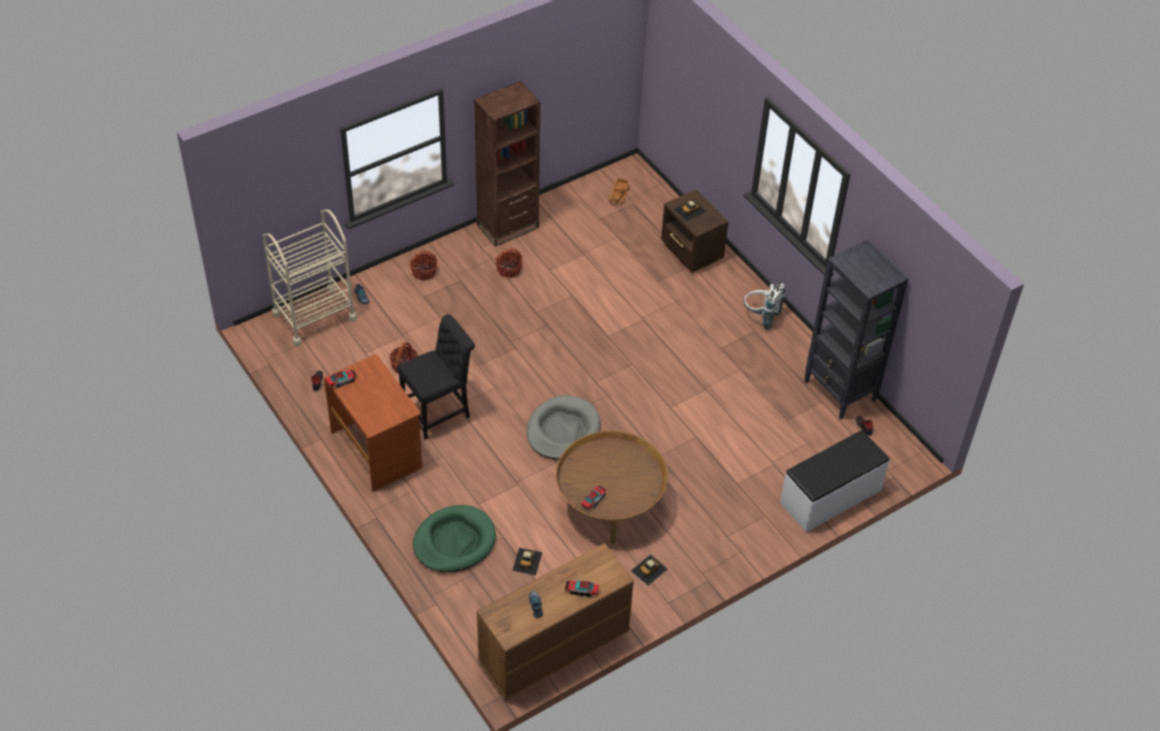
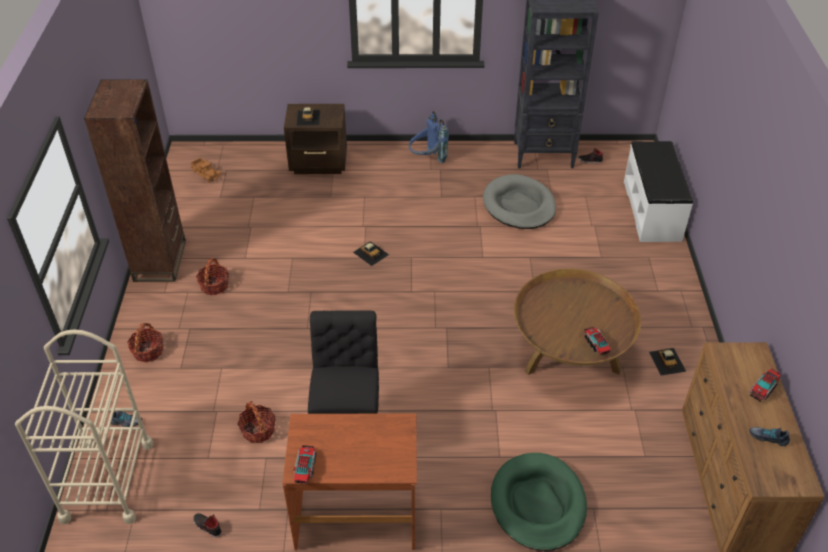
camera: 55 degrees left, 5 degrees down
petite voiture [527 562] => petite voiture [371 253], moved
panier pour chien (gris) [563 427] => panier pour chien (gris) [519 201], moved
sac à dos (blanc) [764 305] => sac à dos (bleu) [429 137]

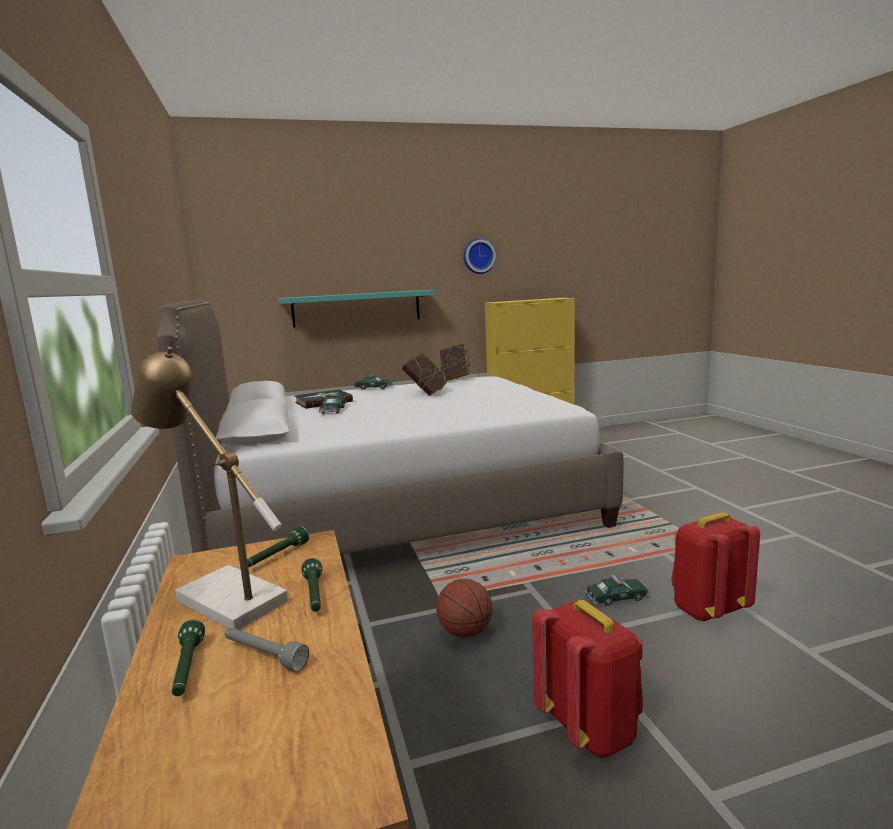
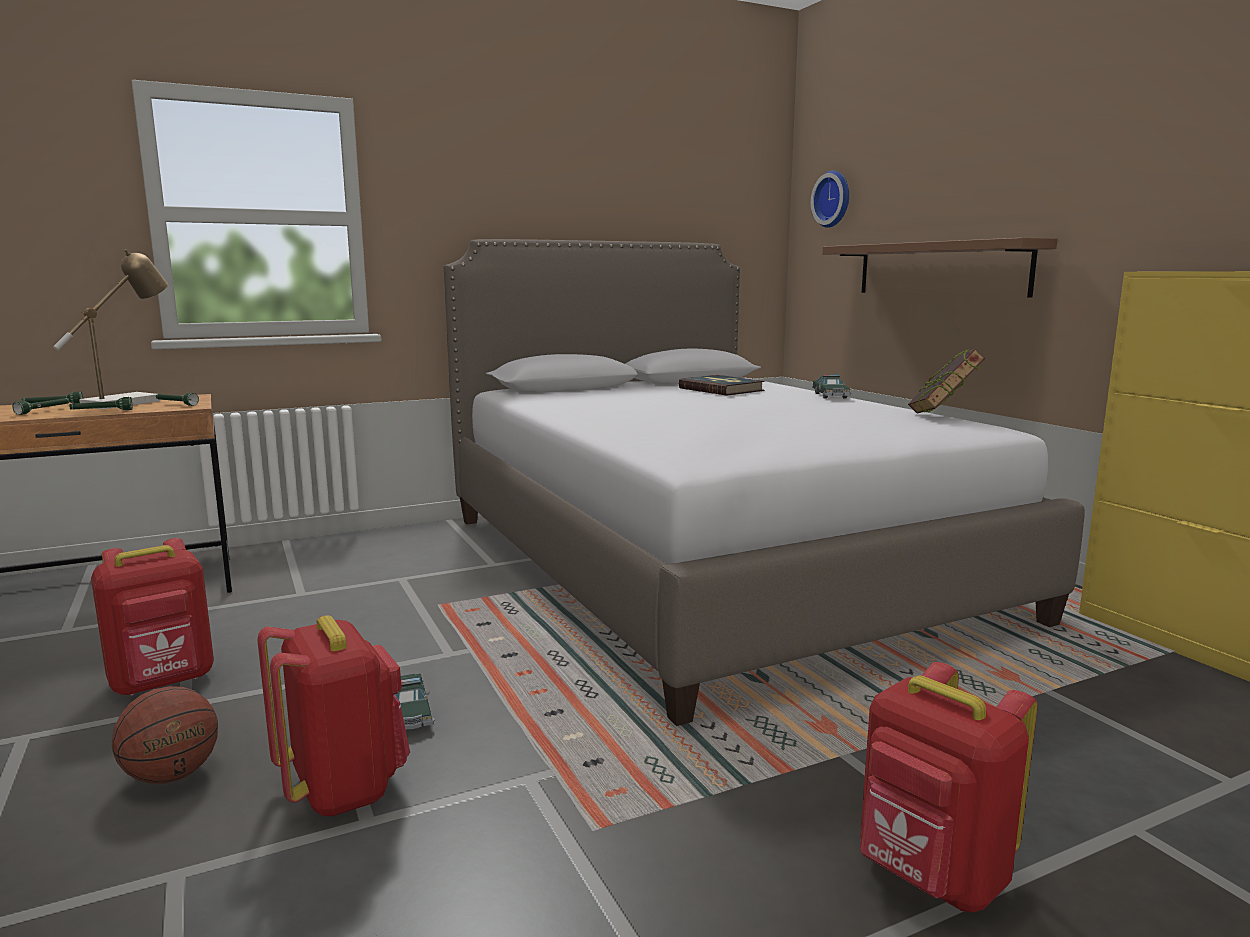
camera: 80 degrees right, 0 degrees up
lampe de poche (gris) [267 650] => lampe de poche (vert) [41 406]
étagère (turquoise) [356 309] => étagère (marron) [939 268]
petite voiture [332 404] => nothing
livre [425 374] => nothing
ballon de basket [465 608] => ballon de basket [165 735], moved
horloge murale [479 256] => horloge murale [830 199], moved
nothing => sac à dos (rouge) [949 787]

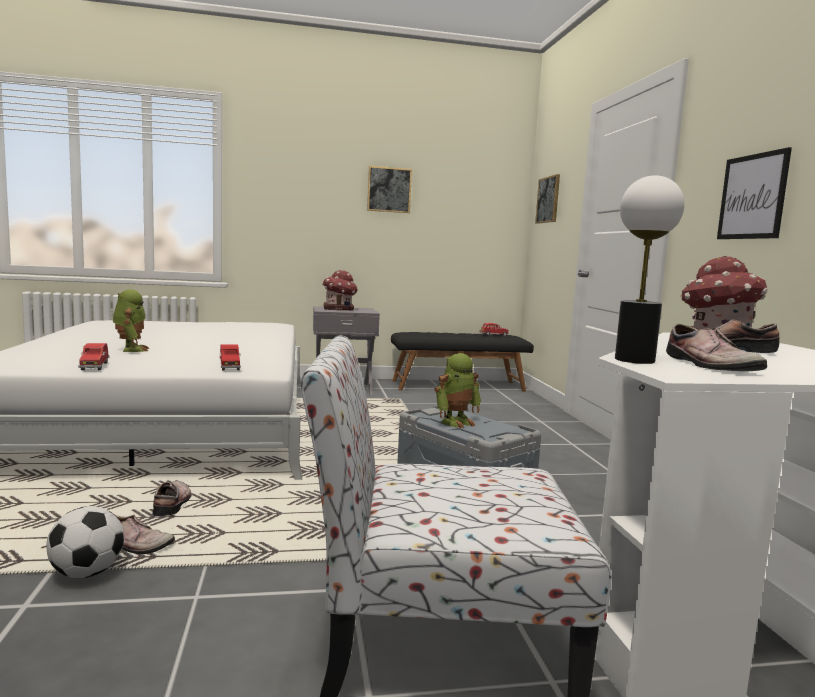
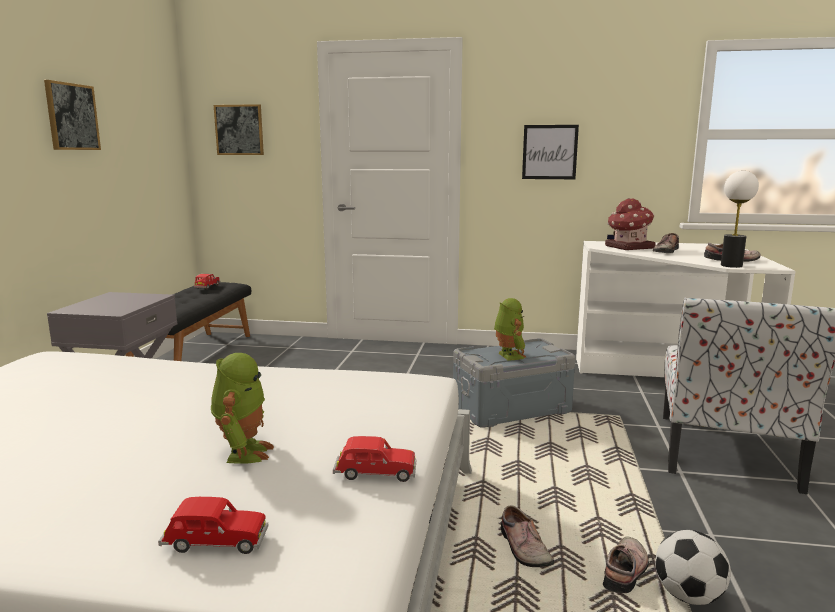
camera: 70 degrees left, 5 degrees up
robot jouet [131 320] => robot jouet [242 408], 90 degrees clockwise
chaussure [171 498] => chaussure [527 536], 120 degrees counterclockwise
petite voiture (rouge) [230 357] => petite voiture (rouge) [213 525], moved
maison miniature [340 290] => nothing

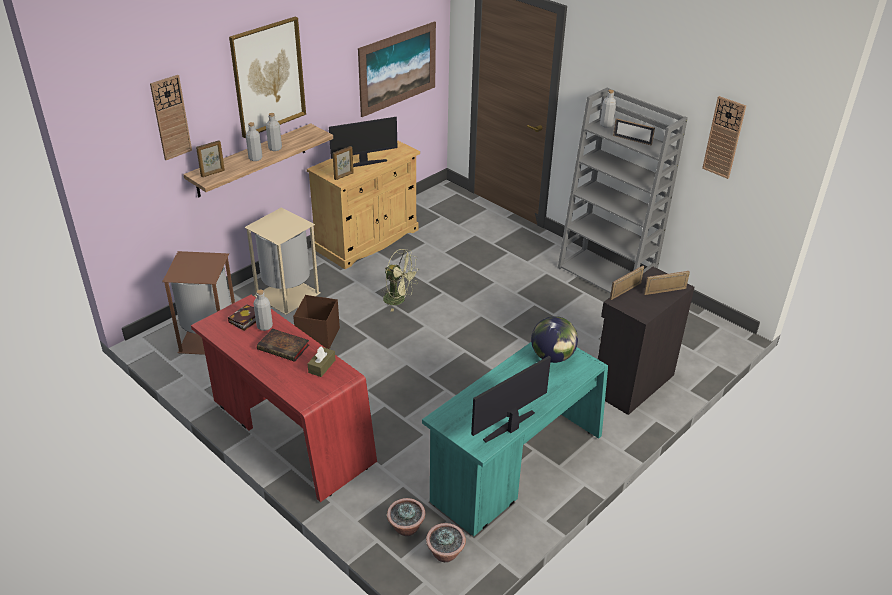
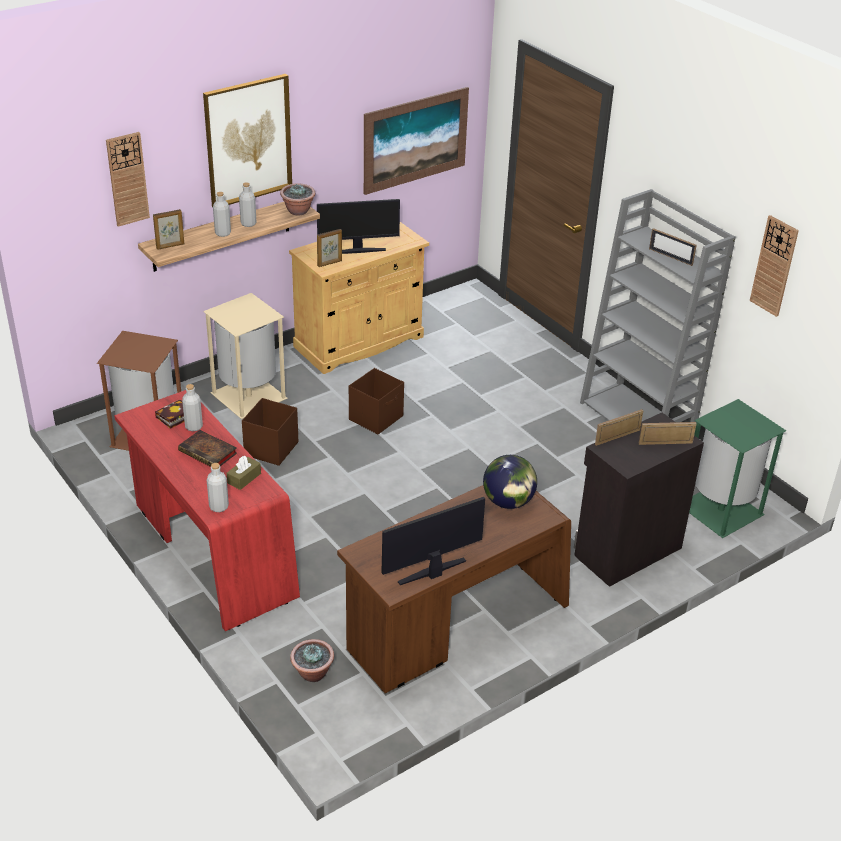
camera: 10 degrees right, 0 degrees up
ventilateur (vert) [400 280] => boîte de rangement (marron) [376 401]
bureau (turquoise) [515 439] => bureau (marron) [454 589]
plante en pot [446 542] => plante en pot [297 199], moved
bouteille (gris) [608 109] => bouteille (gris) [218 487], moved
nothing => poubelle (vert) [737 468]

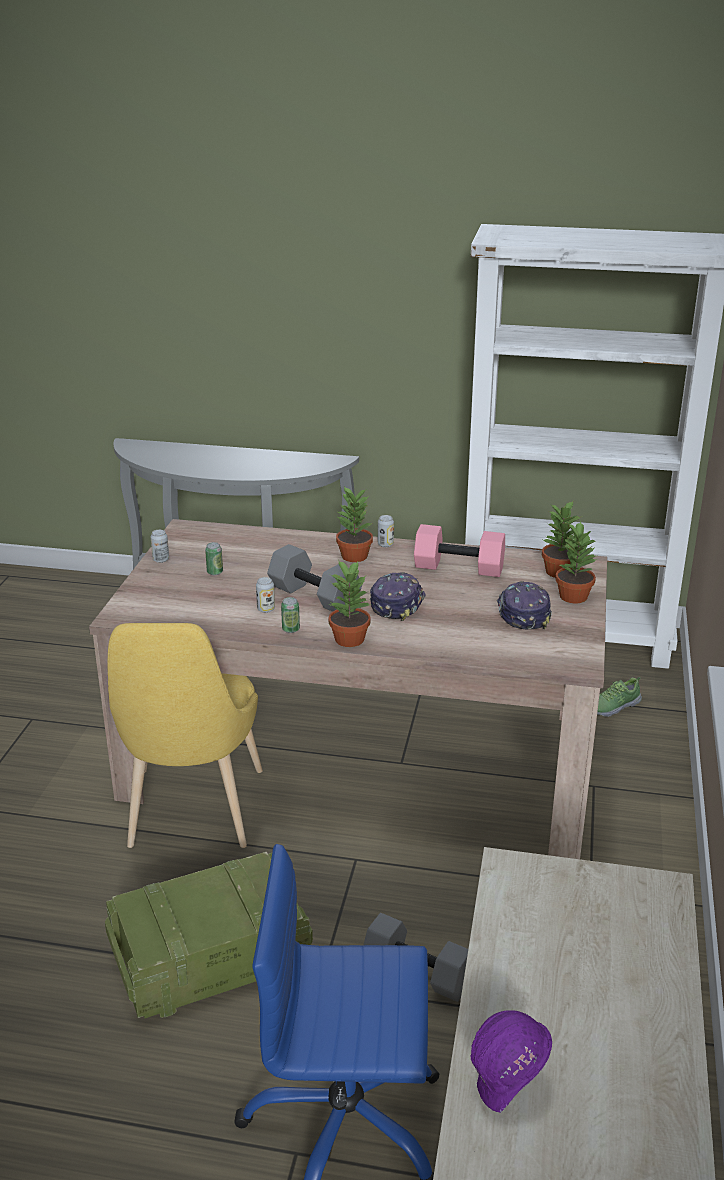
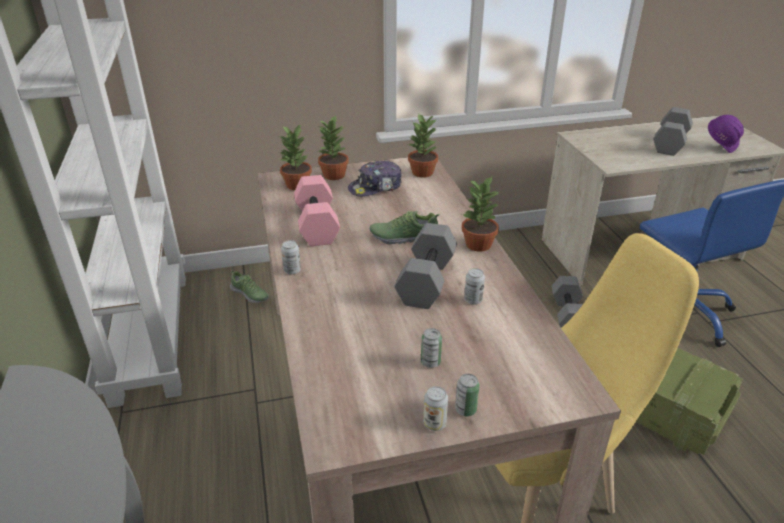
camera: 115 degrees left, 5 degrees up
boîte métallique [290 615] => boîte métallique [467 395], moved
plante en pot [354 524] => plante en pot [423 145], moved
casquette [398 596] => chaussure [404 228]
nothing => haltère (gris) [673 131]

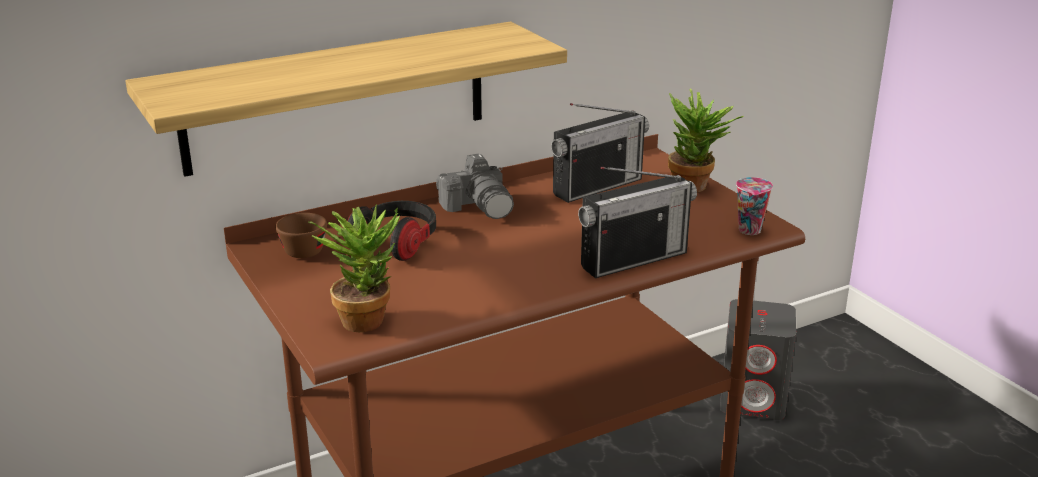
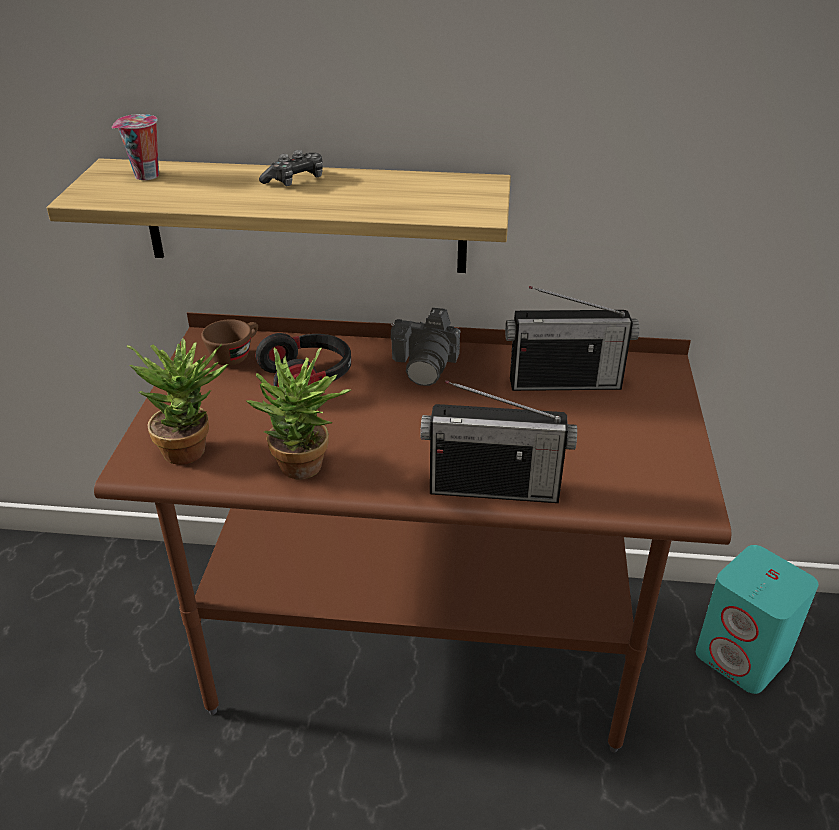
camera: 35 degrees right, 10 degrees up
plante en pot [706 140] => plante en pot [299 413], moved
enceinte (gris) [758 359] => enceinte (turquoise) [757 619]
tasse [754 206] => tasse [135 147], moved
nothing => manette [291 168]

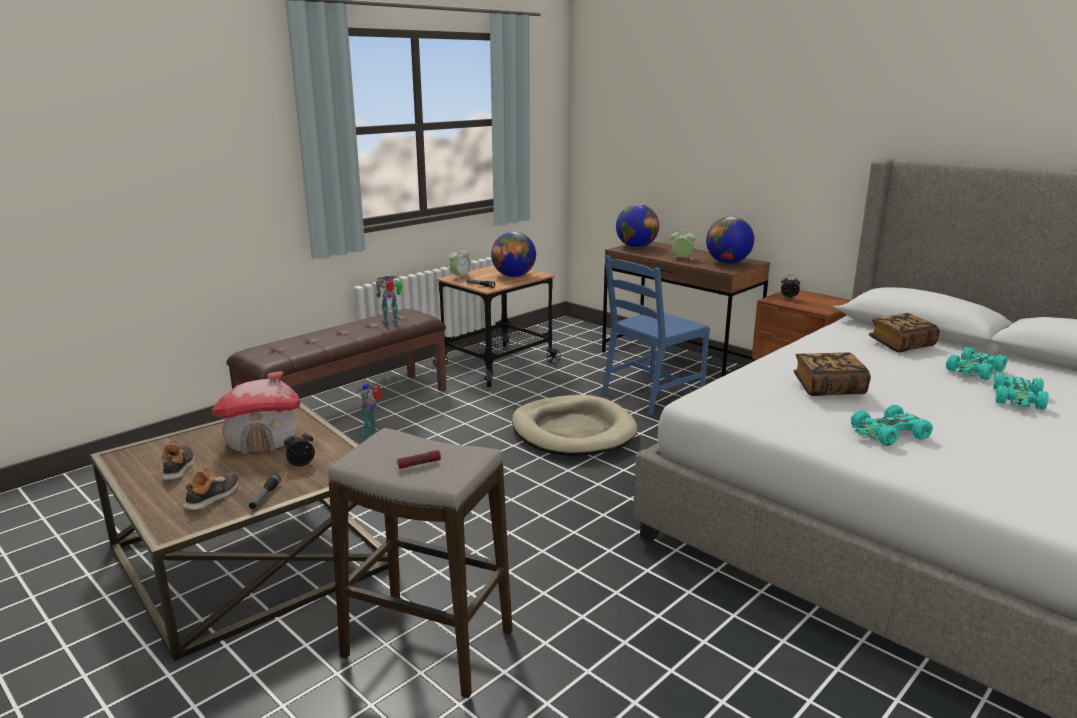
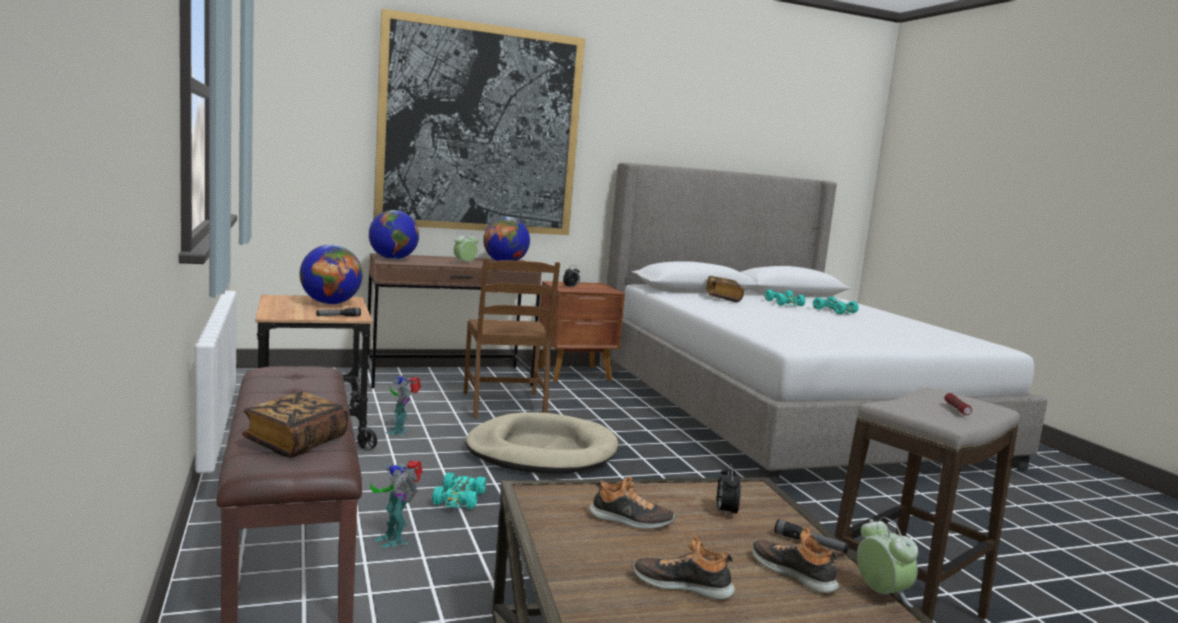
camera: 65 degrees left, 10 degrees down
maison miniature [255 412] => chaussure [632 503]
robot jouet [389 301] => robot jouet [403 405], moved
réveil [460 264] => réveil [887 562], moved
chaise (bleu) [656 335] => chaise (marron) [512 338]
livre [832 374] => livre [295 424], moved
petite voiture (turquoise) [892 425] => petite voiture (turquoise) [459 490], moved
nothing => tableau [479 122]

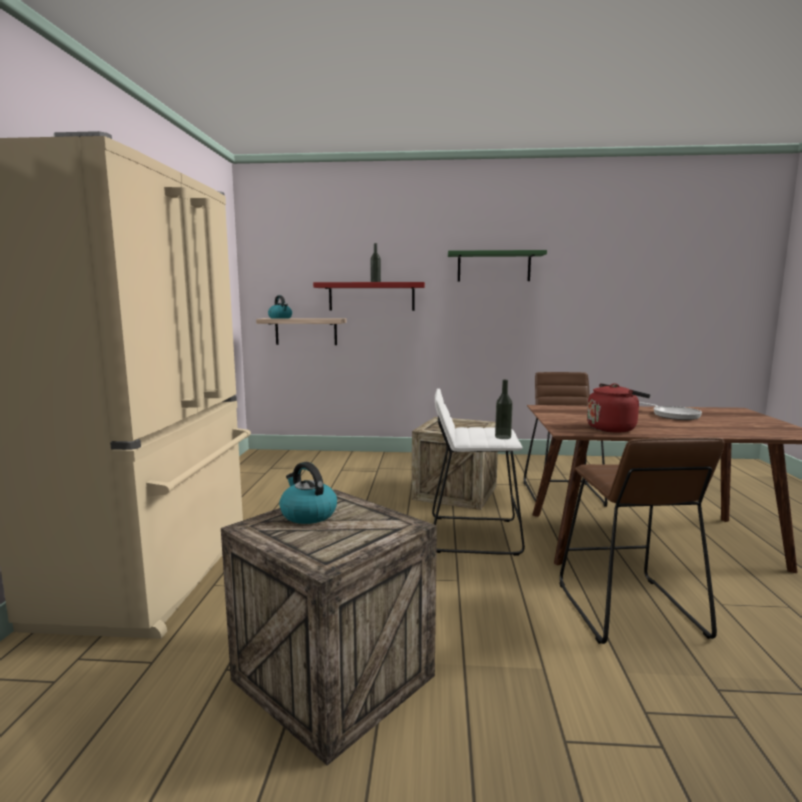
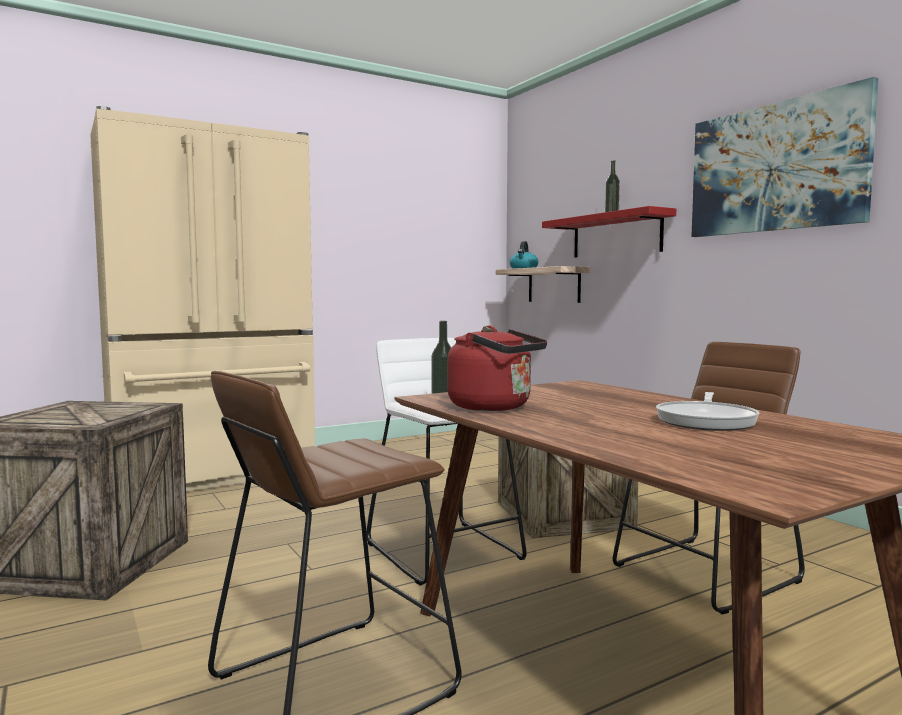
camera: 55 degrees right, 5 degrees down
bouilloire [308 493] => nothing
étagère (vert) [497 265] => tableau [784 157]

